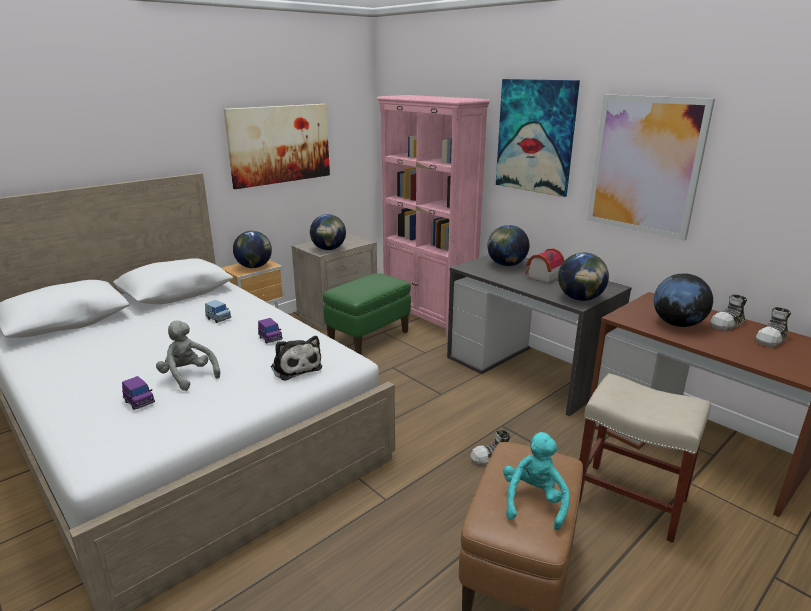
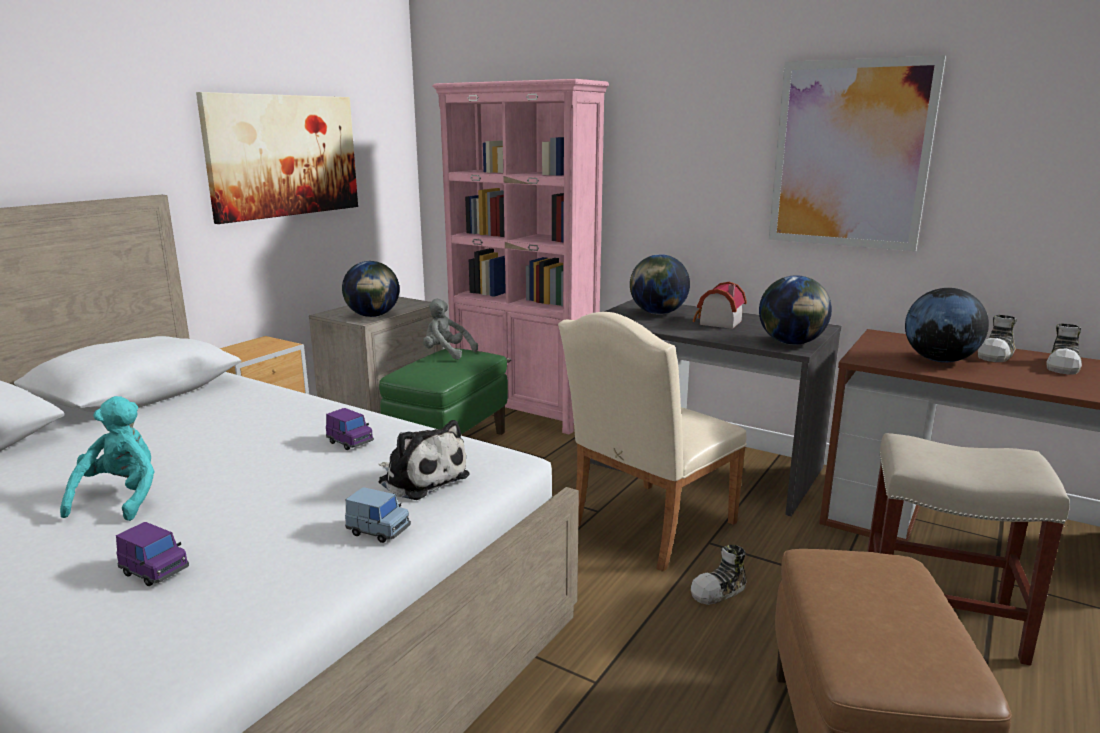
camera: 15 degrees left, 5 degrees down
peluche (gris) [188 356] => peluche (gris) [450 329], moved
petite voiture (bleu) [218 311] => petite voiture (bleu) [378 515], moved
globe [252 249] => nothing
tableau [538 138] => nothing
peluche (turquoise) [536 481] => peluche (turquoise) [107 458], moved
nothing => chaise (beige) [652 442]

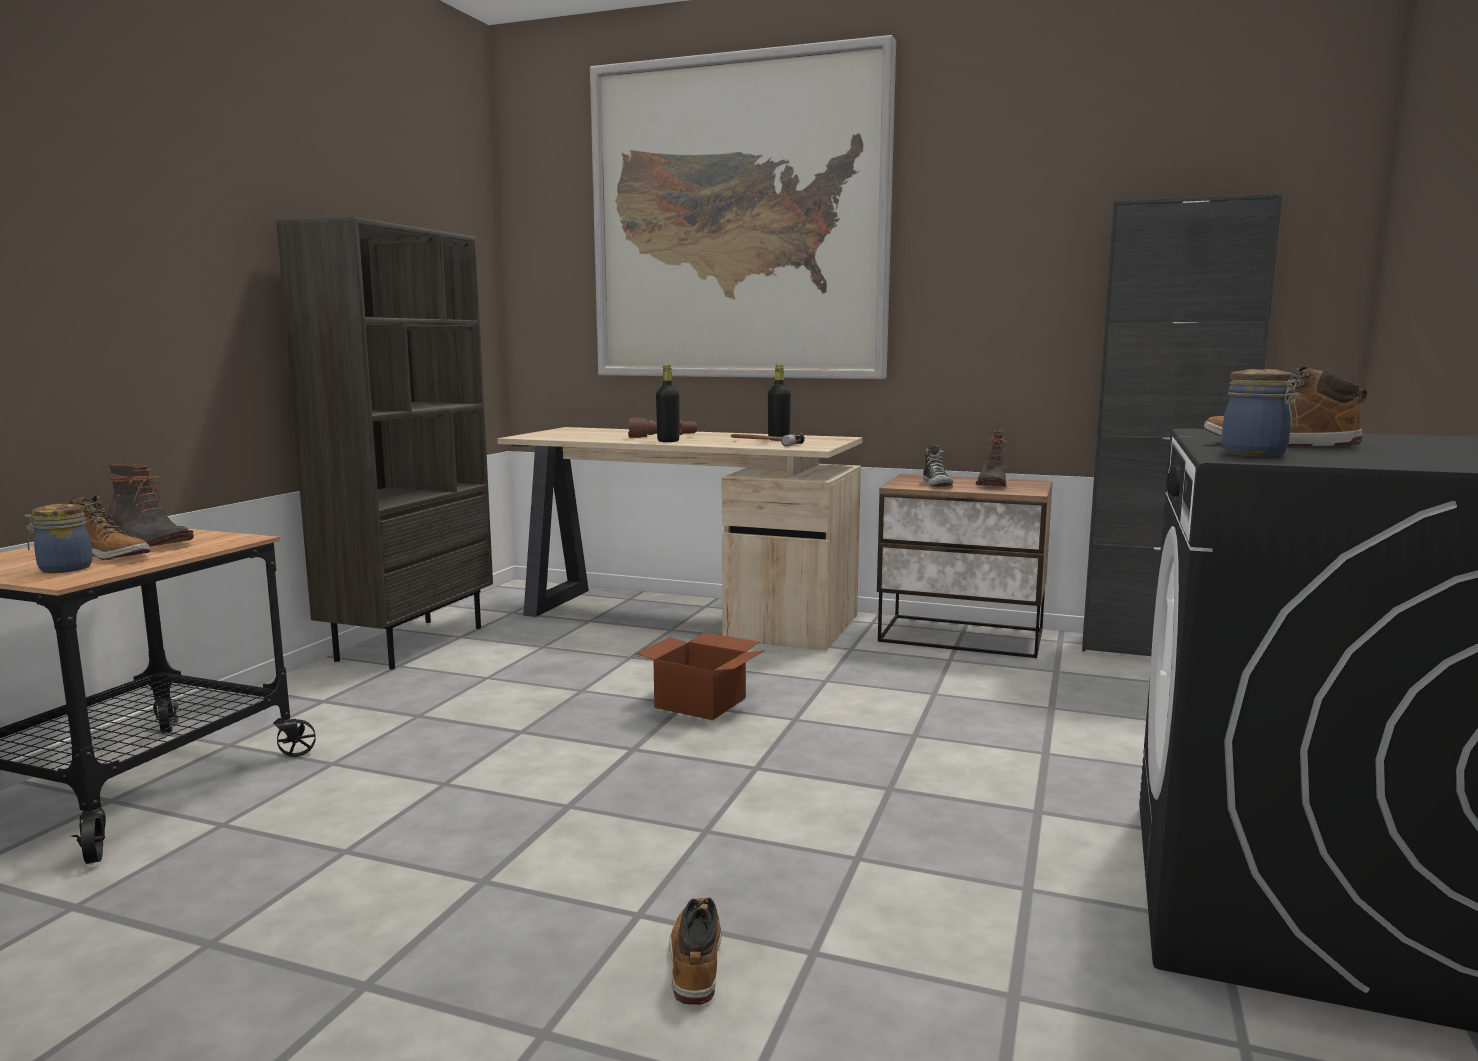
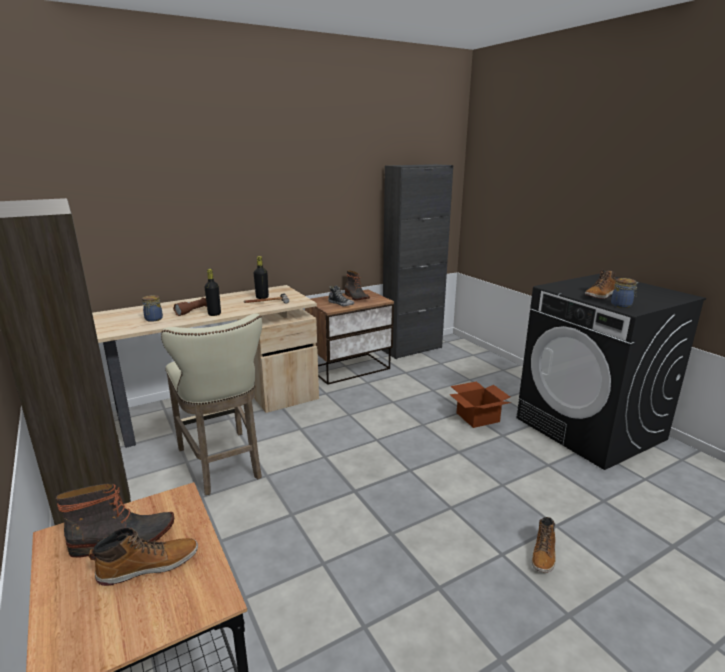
camera: 50 degrees left, 10 degrees up
bocal [58 538] => bocal [152 308], moved
tableau [743 207] => nothing
carton [700 676] => carton [480 404], moved
botte [695 951] => botte [544 545], 105 degrees counterclockwise
nothing => tabouret (beige) [211 404]

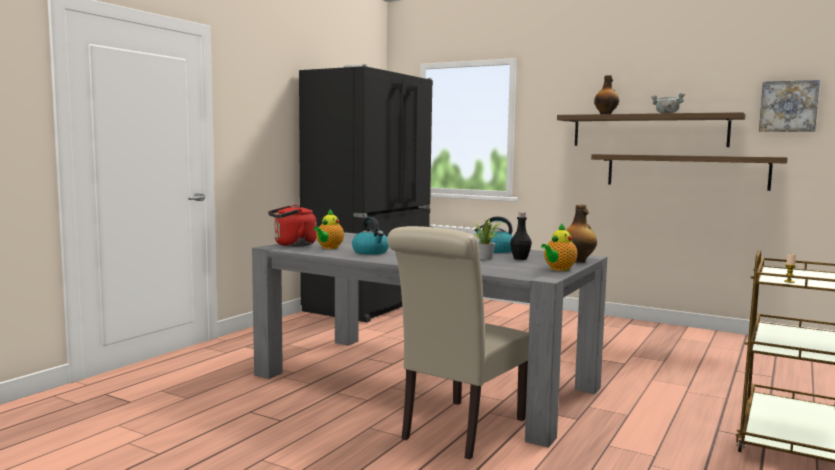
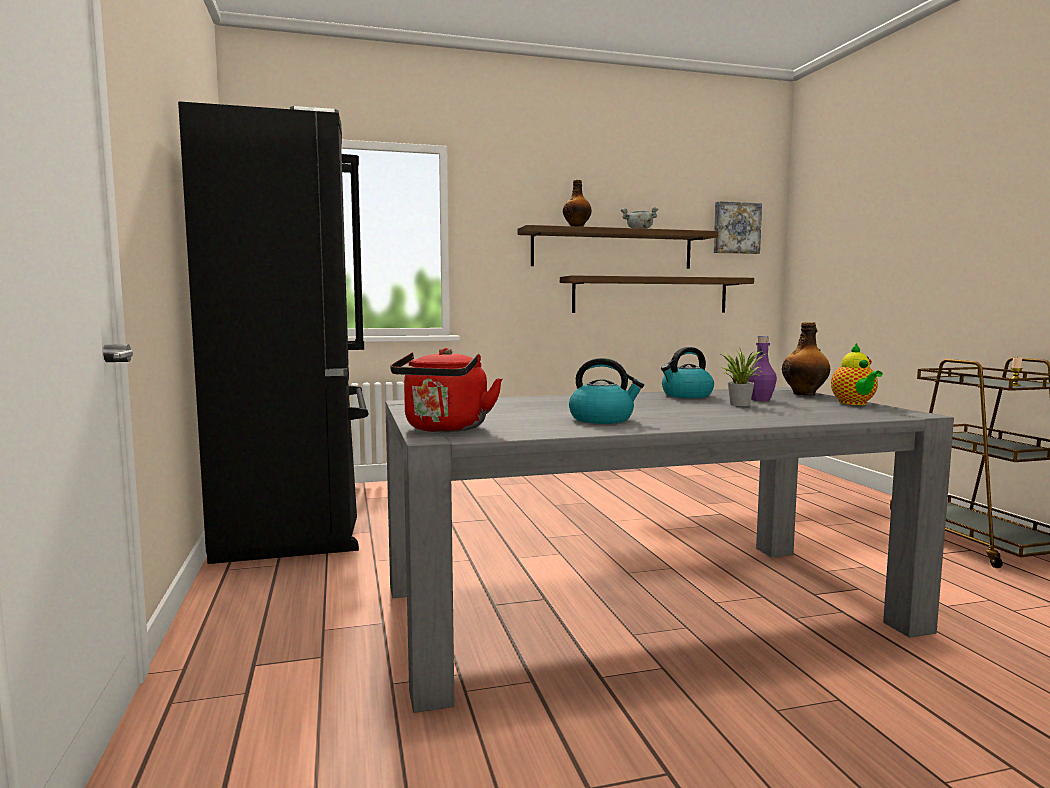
camera: 45 degrees left, 0 degrees up
théière [328 229] => nothing
chaise (beige) [458 342] => nothing
bouteille (noir) [521 236] => bouteille (violet) [762 368]

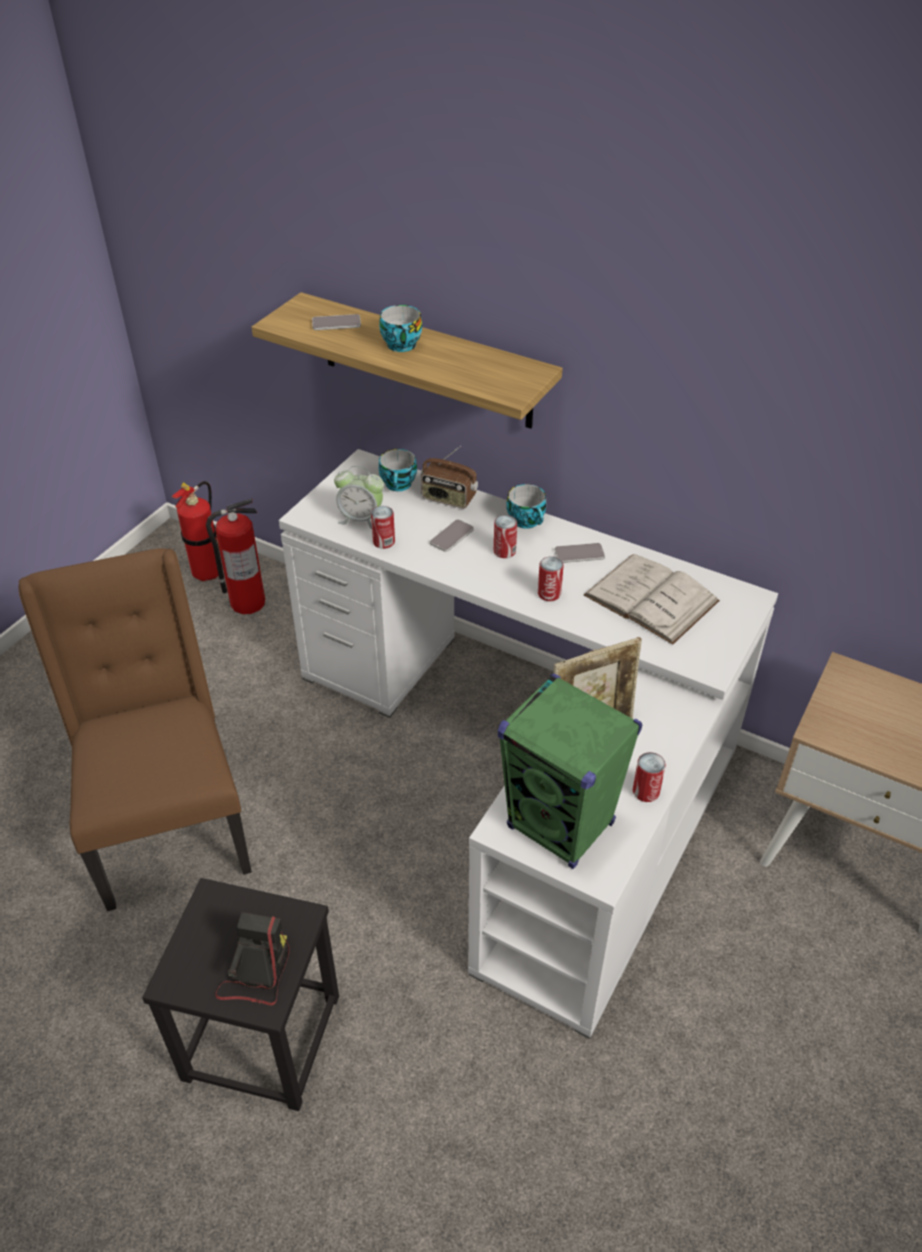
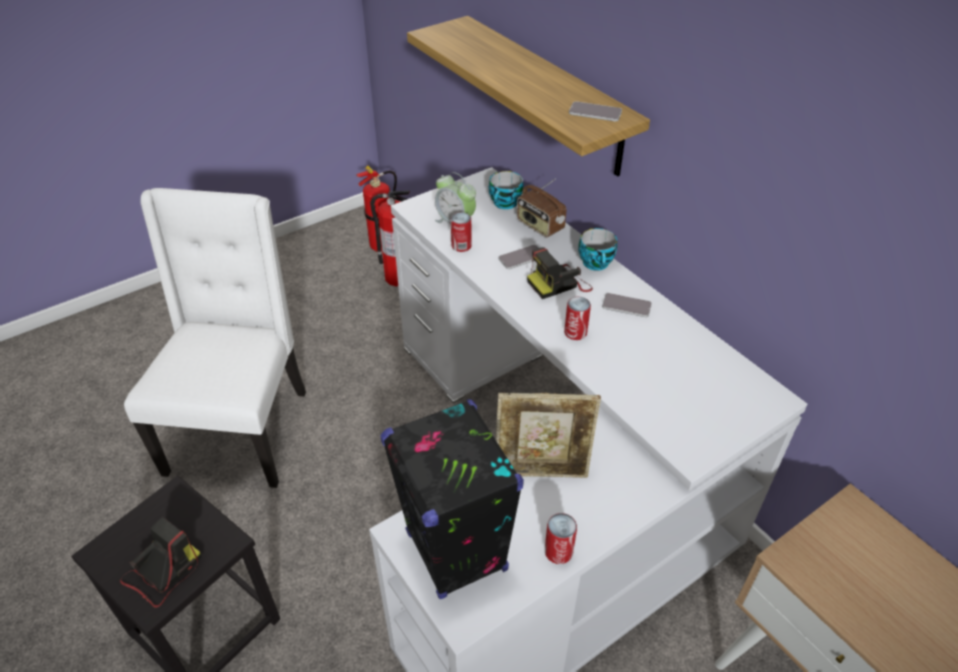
camera: 25 degrees right, 0 degrees up
chaise (marron) [135 729] => chaise (blanc) [215 338]
téléphone [336 322] => téléphone [595 111], moved
tasse [400 328] => nothing
boîte métallique [505 536] => appareil photo [560 273]
enceinte (vert) [570 771] => enceinte (noir) [452 499]
livre (blanc) [652 599] => nothing

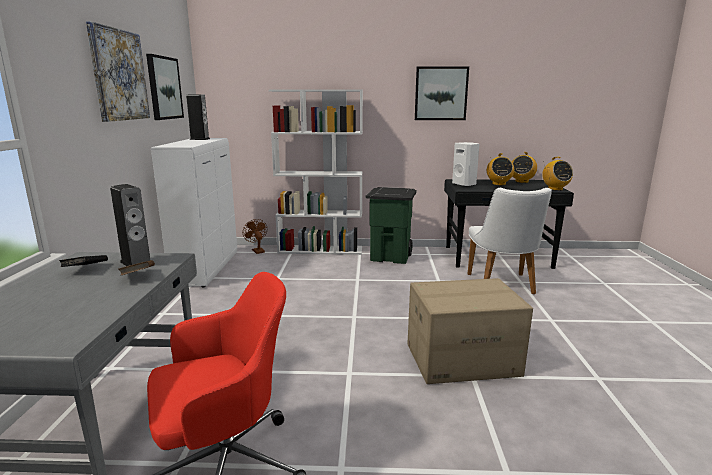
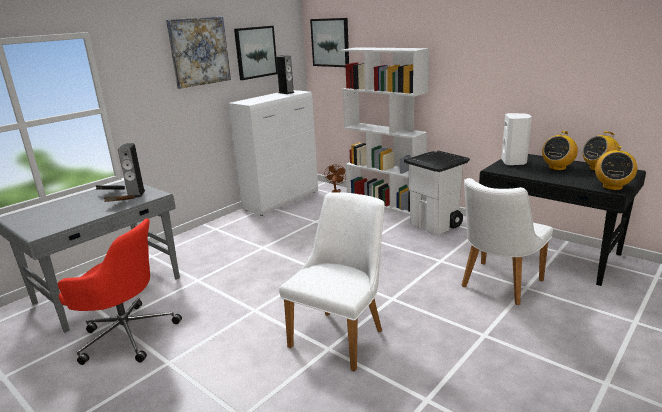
camera: 40 degrees right, 5 degrees up
poubelle (vert) [391 225] => poubelle (blanc) [437 193]
carton [470 331] => chaise (blanc) [332 282]
tableau [442 93] => tableau [329 42], moved

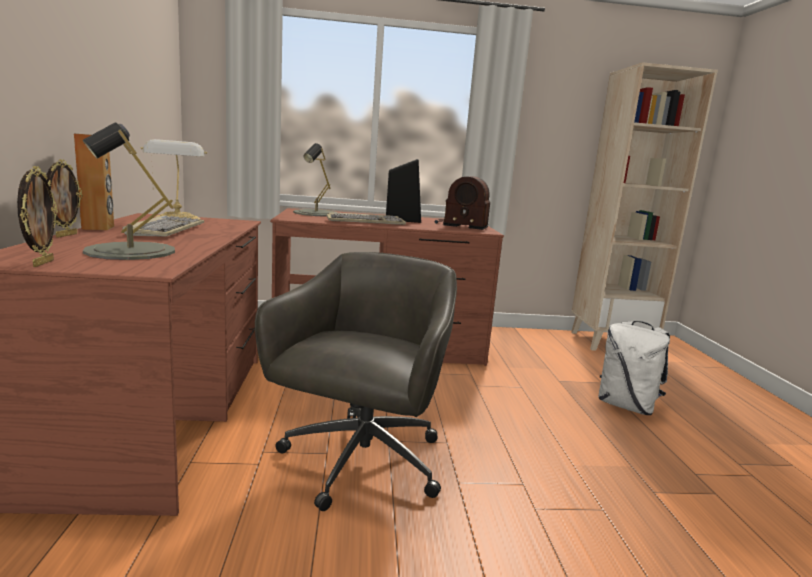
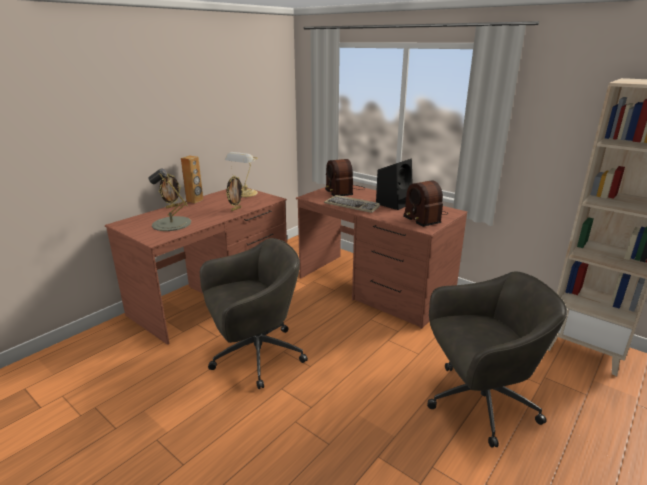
camera: 45 degrees right, 10 degrees up
cadre photo [37 216] => cadre photo [235 193], moved
clavier [163 226] => nothing
lampe de table (gris) [315 180] => radio [344 177]
sac à dos (blanc) [634 368] => chaise de bureau (gris) [497 360]

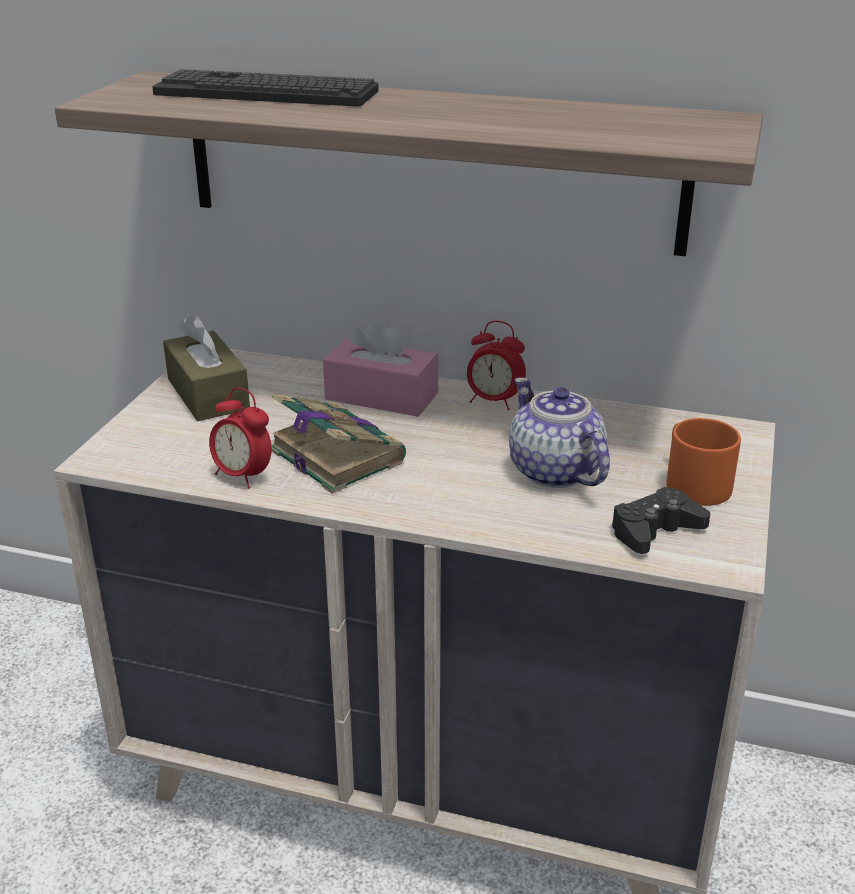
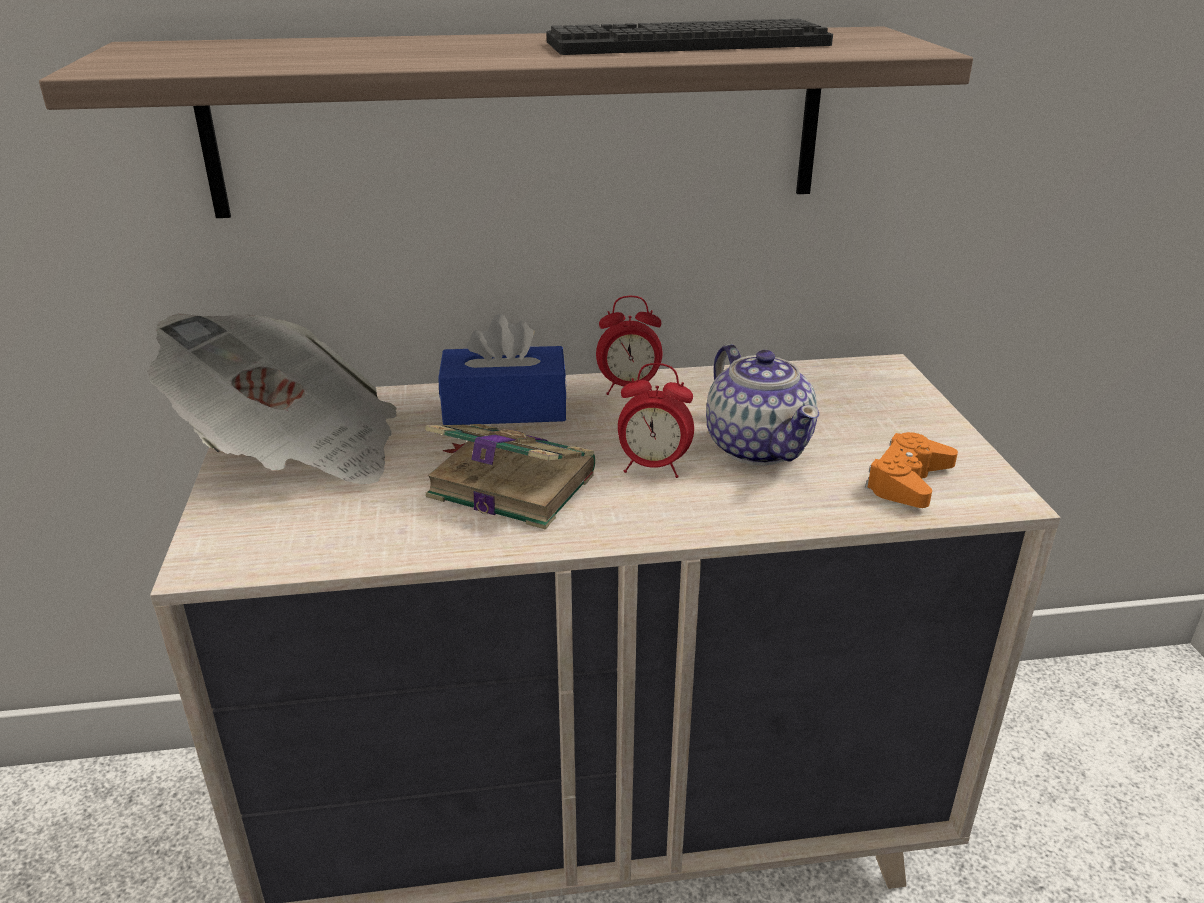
camera: 25 degrees left, 0 degrees up
clavier [265 87] => clavier [689 37], moved
boîte à mouchoirs (marron) [206 367] => journal [272 399]
réveil [240 438] => réveil [656 420], moved
boîte à mouchoirs (rose) [380 367] => boîte à mouchoirs (bleu) [502 369]
théière [559 432] => théière [762 404], 150 degrees counterclockwise
manette (noir) [661 520] => manette (orange) [911 470]
mug (orange) [703 462] => nothing

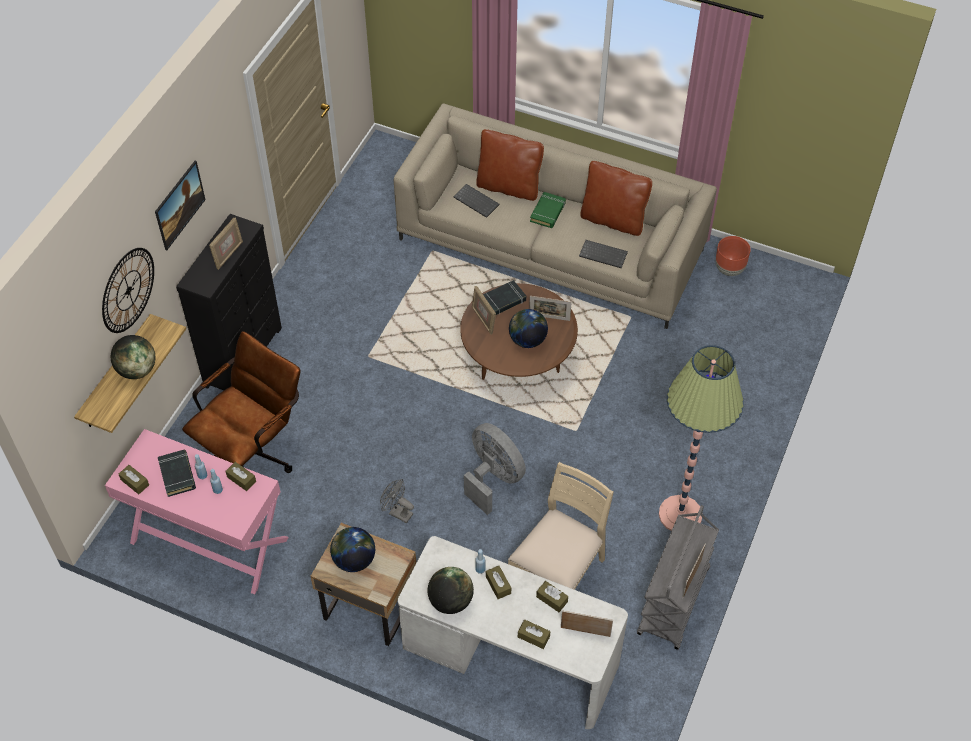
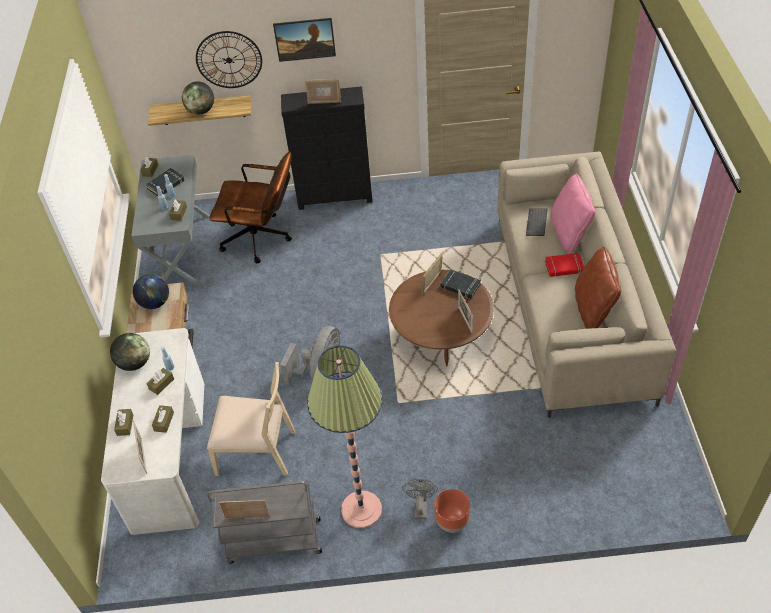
camera: 65 degrees right, 5 degrees down
bureau (rose) [197 512] => bureau (gris) [170 222]
ventilateur (gris) [397 501] => ventilateur (gris) [420 499], moved
coussin (marron) [510 165] => coussin (rose) [573 214]
globe [528 328] => nothing
livre (vert) [548 210] => livre (rouge) [564 265]
clavier [603 254] => nothing
cache-pot (marron) [733 256] => cache-pot (marron) [452 511], moved

